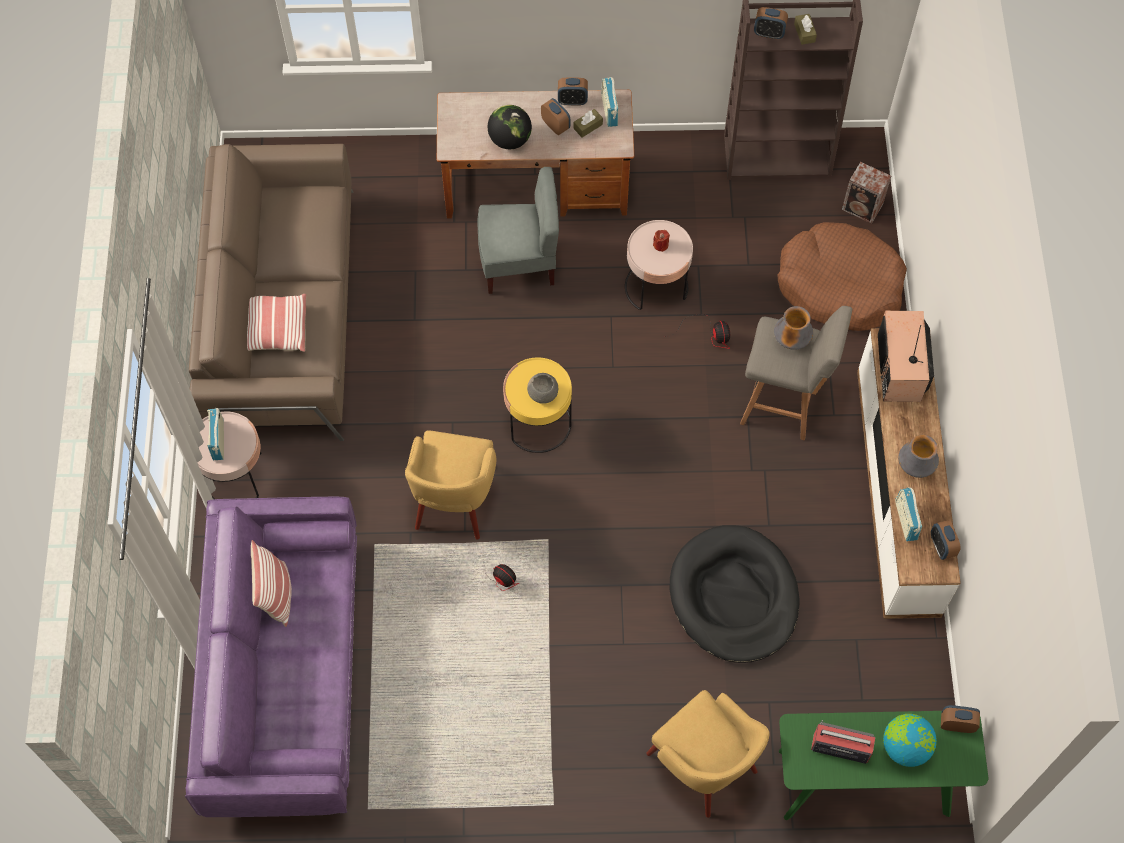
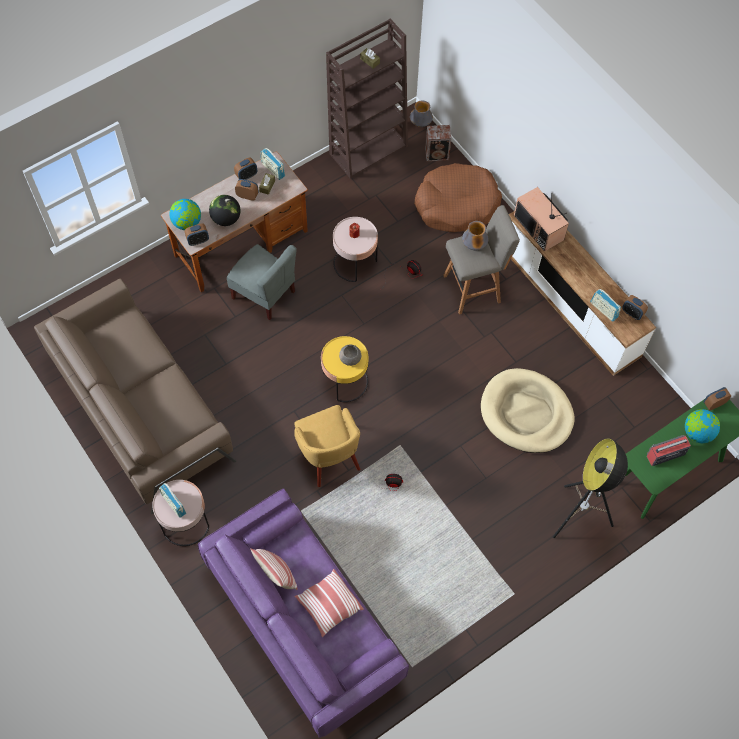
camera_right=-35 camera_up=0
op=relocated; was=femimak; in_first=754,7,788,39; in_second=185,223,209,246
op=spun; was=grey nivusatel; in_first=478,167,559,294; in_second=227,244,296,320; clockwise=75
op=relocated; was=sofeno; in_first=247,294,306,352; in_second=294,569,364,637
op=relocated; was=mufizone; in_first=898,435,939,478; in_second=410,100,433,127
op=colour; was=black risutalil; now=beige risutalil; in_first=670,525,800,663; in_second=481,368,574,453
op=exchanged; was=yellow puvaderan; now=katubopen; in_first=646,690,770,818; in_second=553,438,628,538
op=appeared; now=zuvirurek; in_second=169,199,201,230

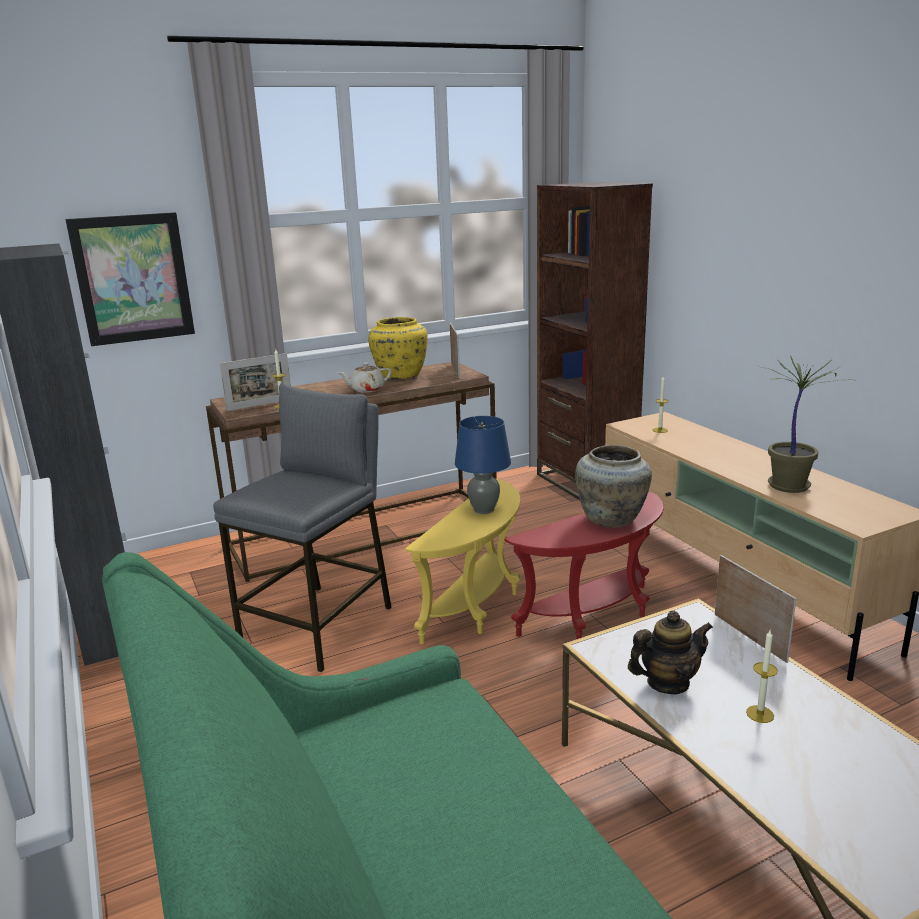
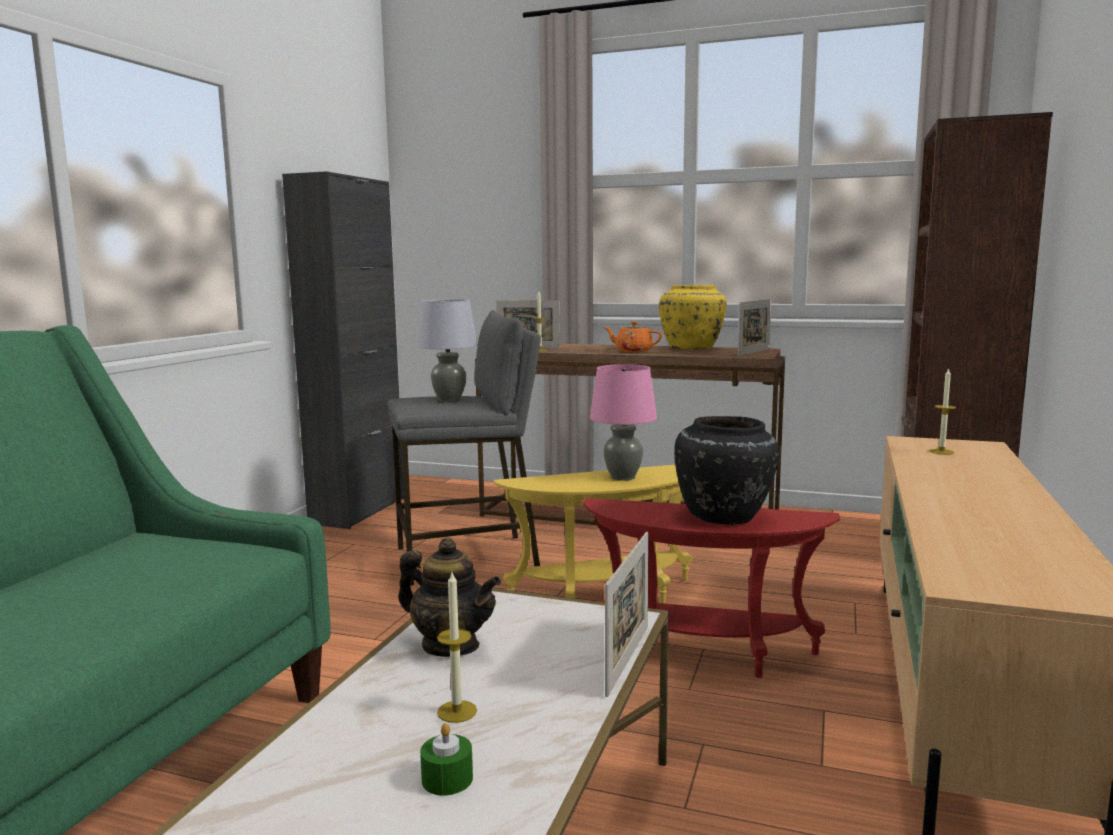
camera_right=45 camera_up=-10
op=missing; was=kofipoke; in_first=65,212,195,346
op=missing; was=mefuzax; in_first=758,355,852,493
op=colour; was=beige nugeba; now=orange nugeba; in_first=338,363,391,392; in_second=603,322,662,352
op=colour; was=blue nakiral; now=pink nakiral; in_first=455,416,511,514; in_second=590,364,657,481
op=colour; was=beige mufizone; now=black mufizone; in_first=575,445,652,528; in_second=674,416,779,525
op=appeared; now=grey nakiral; in_second=417,299,478,402
op=appeared; now=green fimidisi; in_second=420,723,473,796

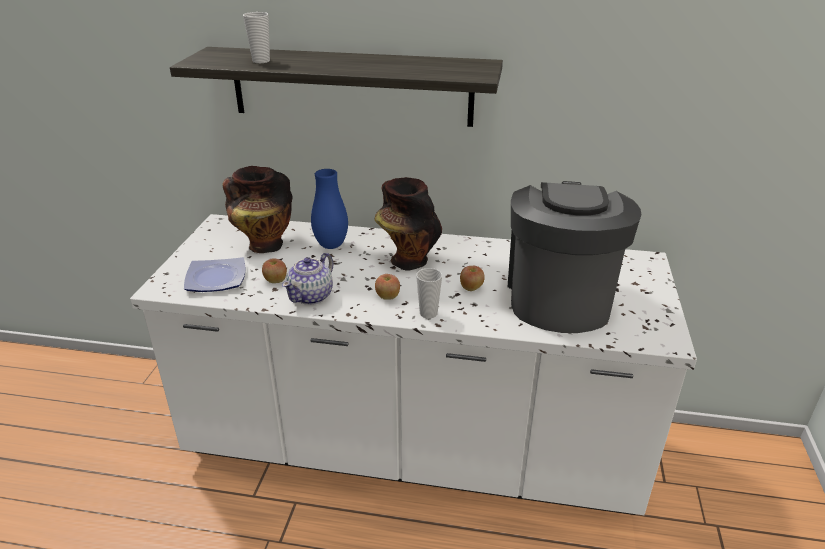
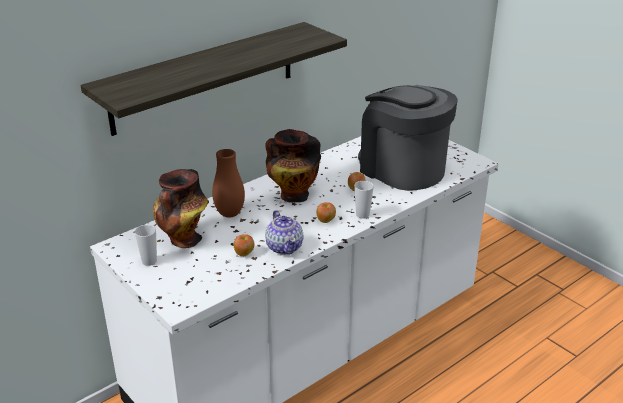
camera_right=-50 camera_up=0
op=relocated; was=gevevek; in_first=243,12,270,63; in_second=134,225,157,266
op=colour; was=blue mufizone; now=brown mufizone; in_first=311,169,348,249; in_second=212,149,245,218
op=missing; was=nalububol; in_first=184,257,246,292

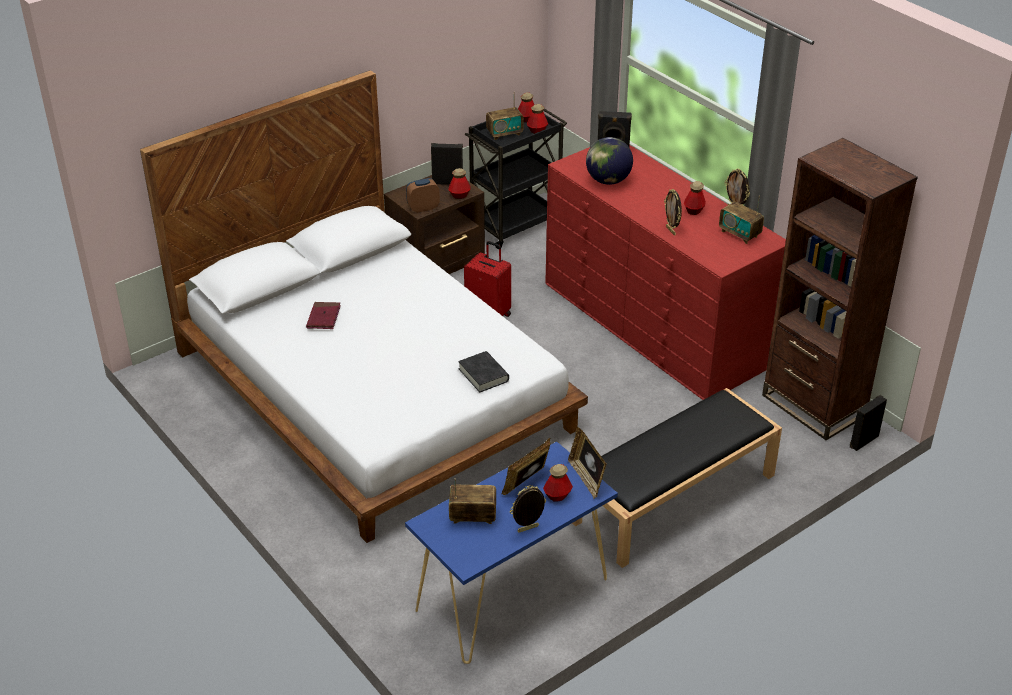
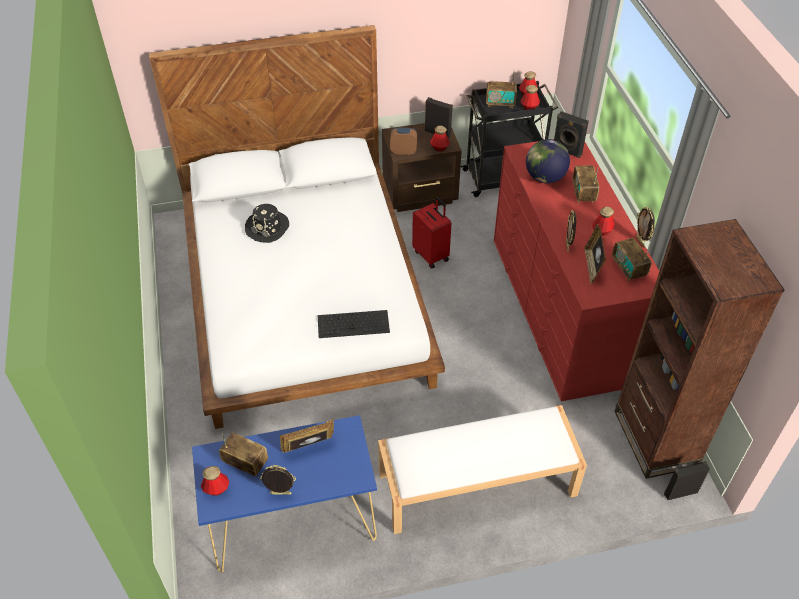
camera_right=25 camera_up=10
op=exchanged; was=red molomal; now=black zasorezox; in_first=306,302,341,329; in_second=245,204,289,243
op=exchanged; was=black molomal; now=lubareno; in_first=458,351,509,393; in_second=318,310,390,338
op=colour; was=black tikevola; now=white tikevola; in_first=572,388,782,568; in_second=378,405,587,534
op=relocated; was=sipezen; in_first=568,427,607,499; in_second=584,224,606,284
op=relocated; was=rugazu; in_first=543,464,573,502; in_second=201,466,229,496
op=appeared; now=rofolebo; in_second=572,165,599,204

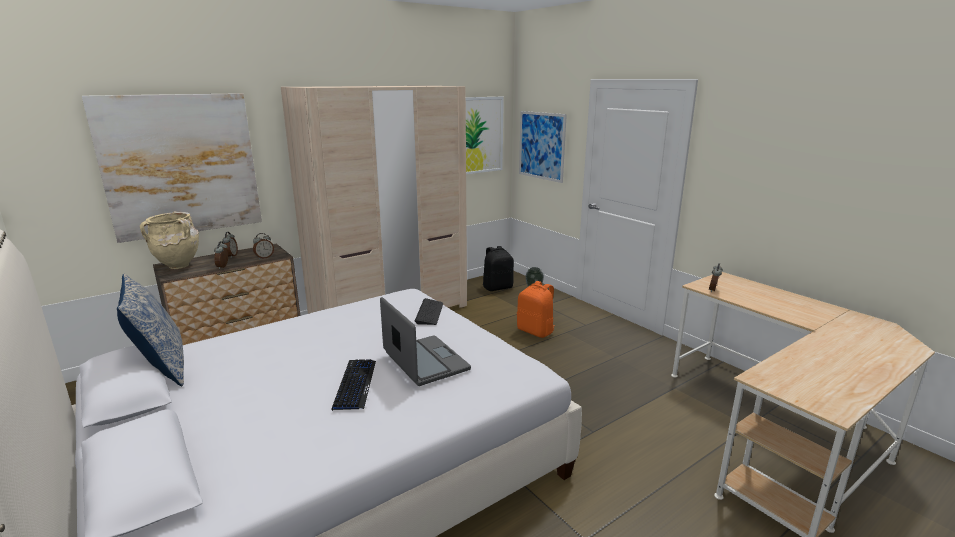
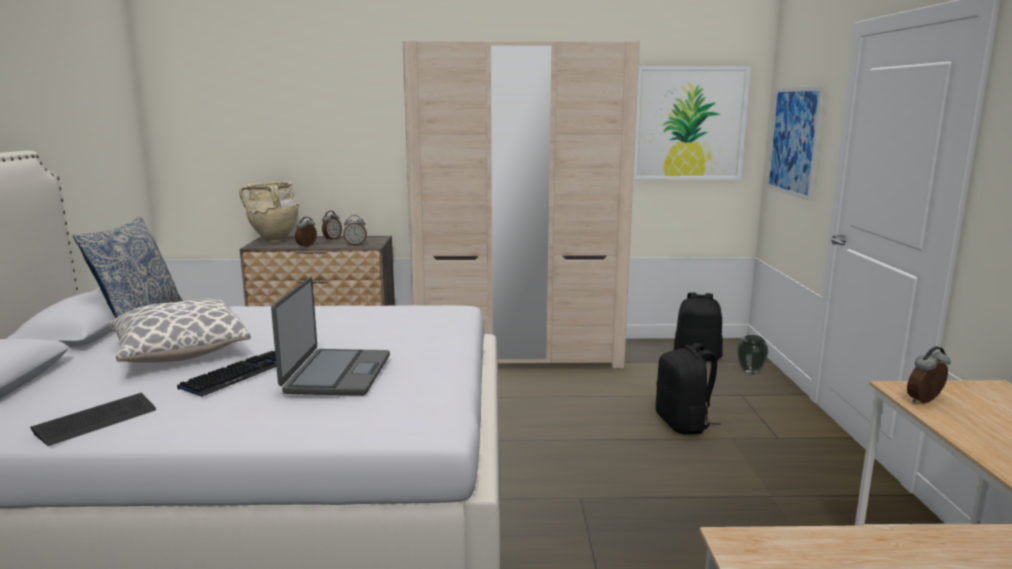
camera_right=35 camera_up=-5
op=missing; was=kofipoke; in_first=82,93,262,243
op=colour; was=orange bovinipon; now=black bovinipon; in_first=517,281,554,338; in_second=656,343,721,435
op=relocated; was=lubareno; in_first=415,298,443,325; in_second=30,393,156,446
op=appeared; now=sofeno; in_second=108,298,251,363

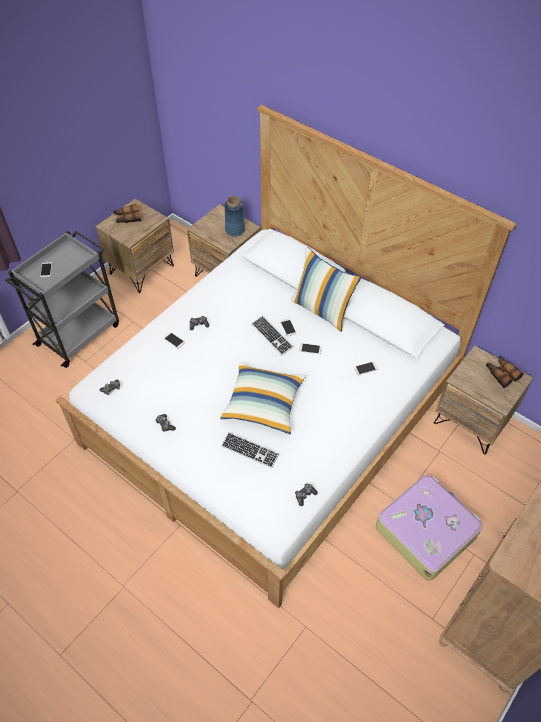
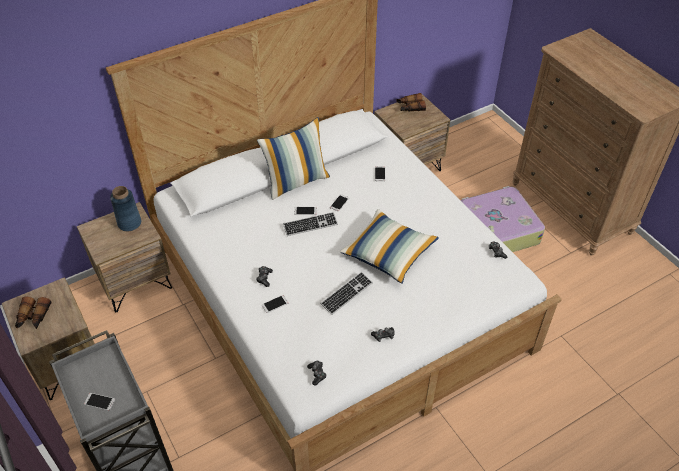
camera_right=-70 camera_up=-5
op=relocated; was=lubareno; in_first=221,432,279,468; in_second=320,272,373,315

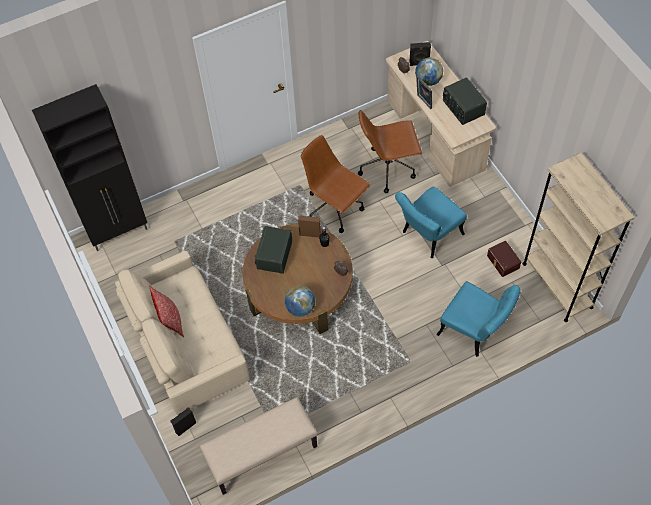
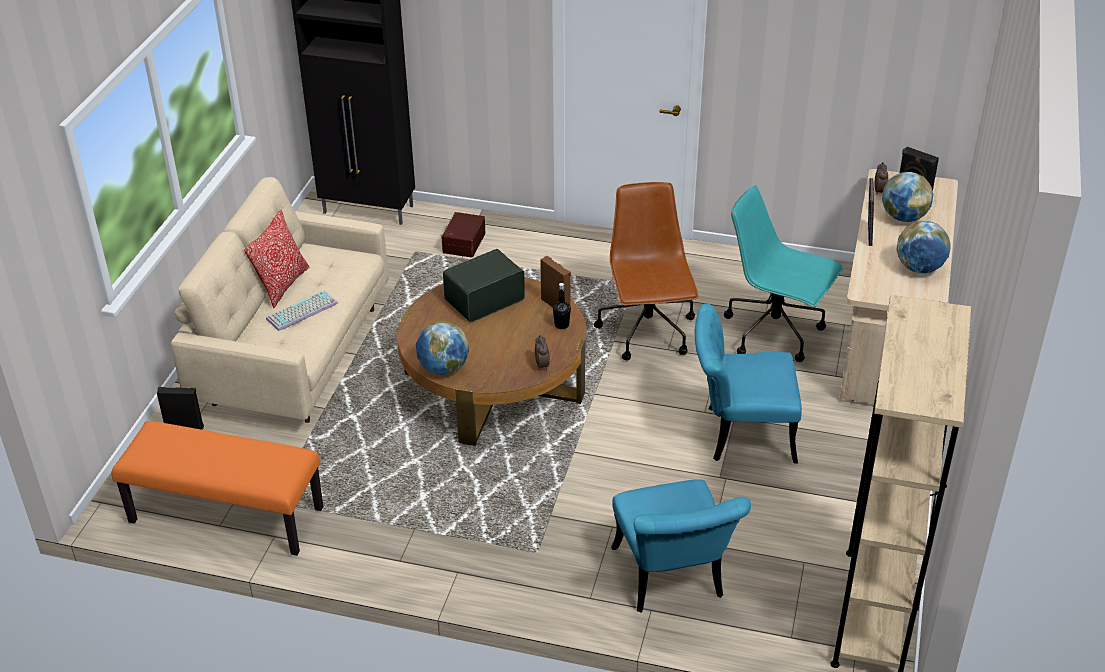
camera_right=40 camera_up=-20
op=exchanged; was=rofolebo; now=zuvirurek; in_first=443,77,487,125; in_second=897,221,951,273
op=colour; was=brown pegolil; now=turquoise pegolil; in_first=358,110,422,193; in_second=724,186,844,362
op=relocated; was=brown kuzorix; in_first=487,241,521,277; in_second=441,212,485,258
op=colour; was=beige tikevola; now=orange tikevola; in_first=200,397,318,495; in_second=111,421,323,556
op=appeared; now=lubareno; in_second=266,290,338,331

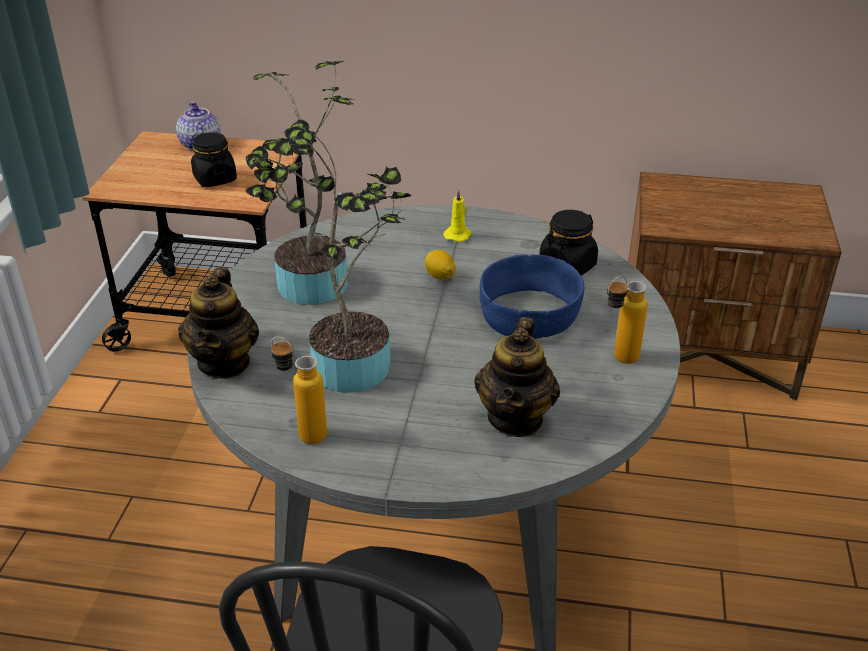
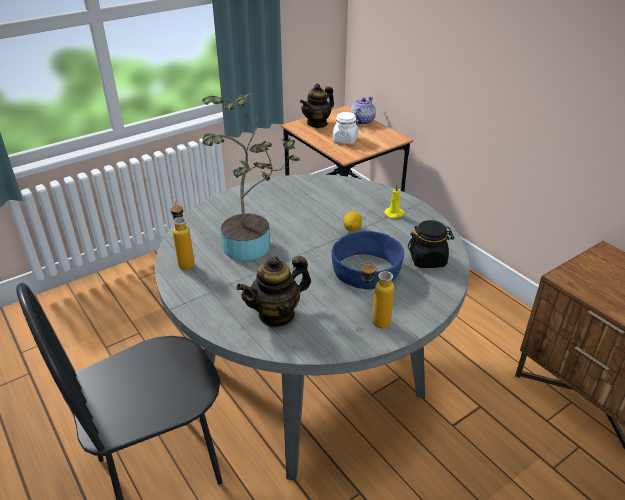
camera_right=45 camera_up=0
op=missing; was=mefuzax; in_first=246,61,355,305
op=colour; was=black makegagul; now=white makegagul; in_first=191,132,237,187; in_second=333,112,358,144
op=relocated; was=nugeba; in_first=178,267,259,379; in_second=300,83,334,128

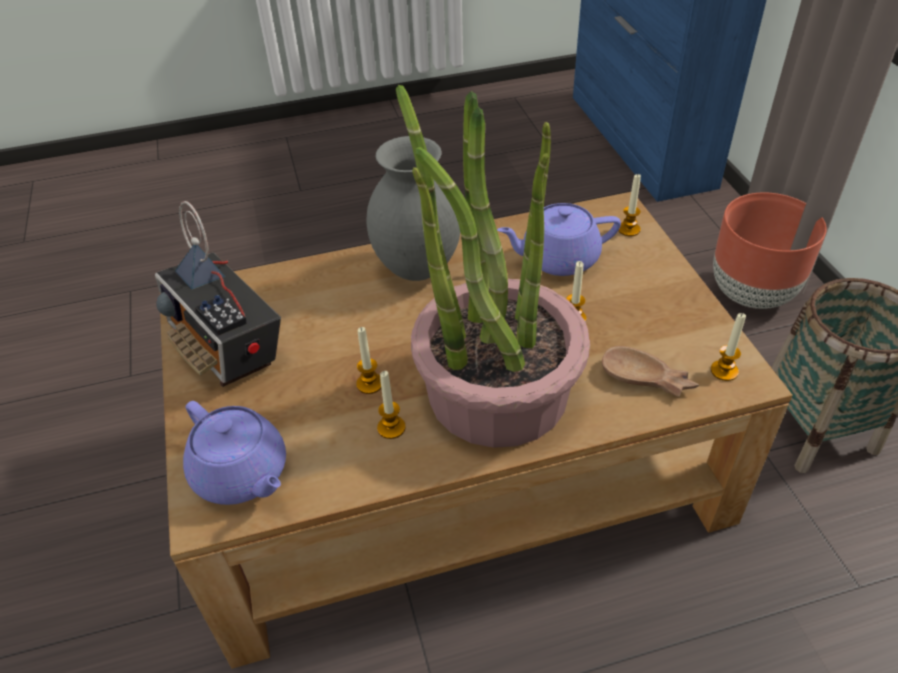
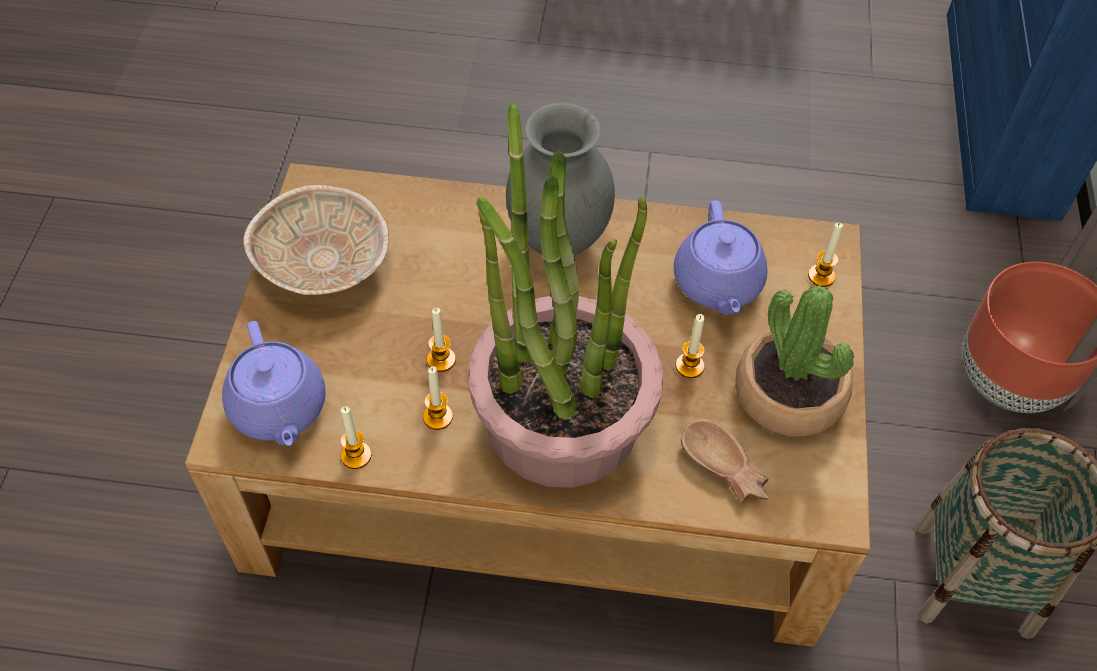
camera_right=20 camera_up=10
op=exchanged; was=rofolebo; now=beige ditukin; in_first=155,201,281,387; in_second=243,185,389,295
op=spun; was=purple nugeba; in_first=497,203,621,276; in_second=674,200,767,315; clockwise=-105
op=relocated; was=fimidisi; in_first=711,313,746,381; in_second=340,407,372,469
op=appeared; now=mefuzax; in_second=735,285,854,437

